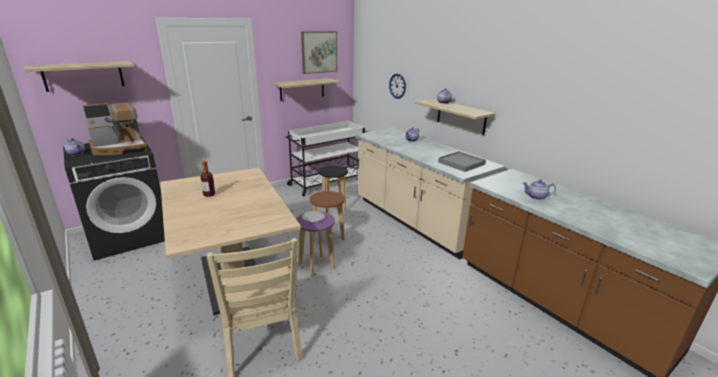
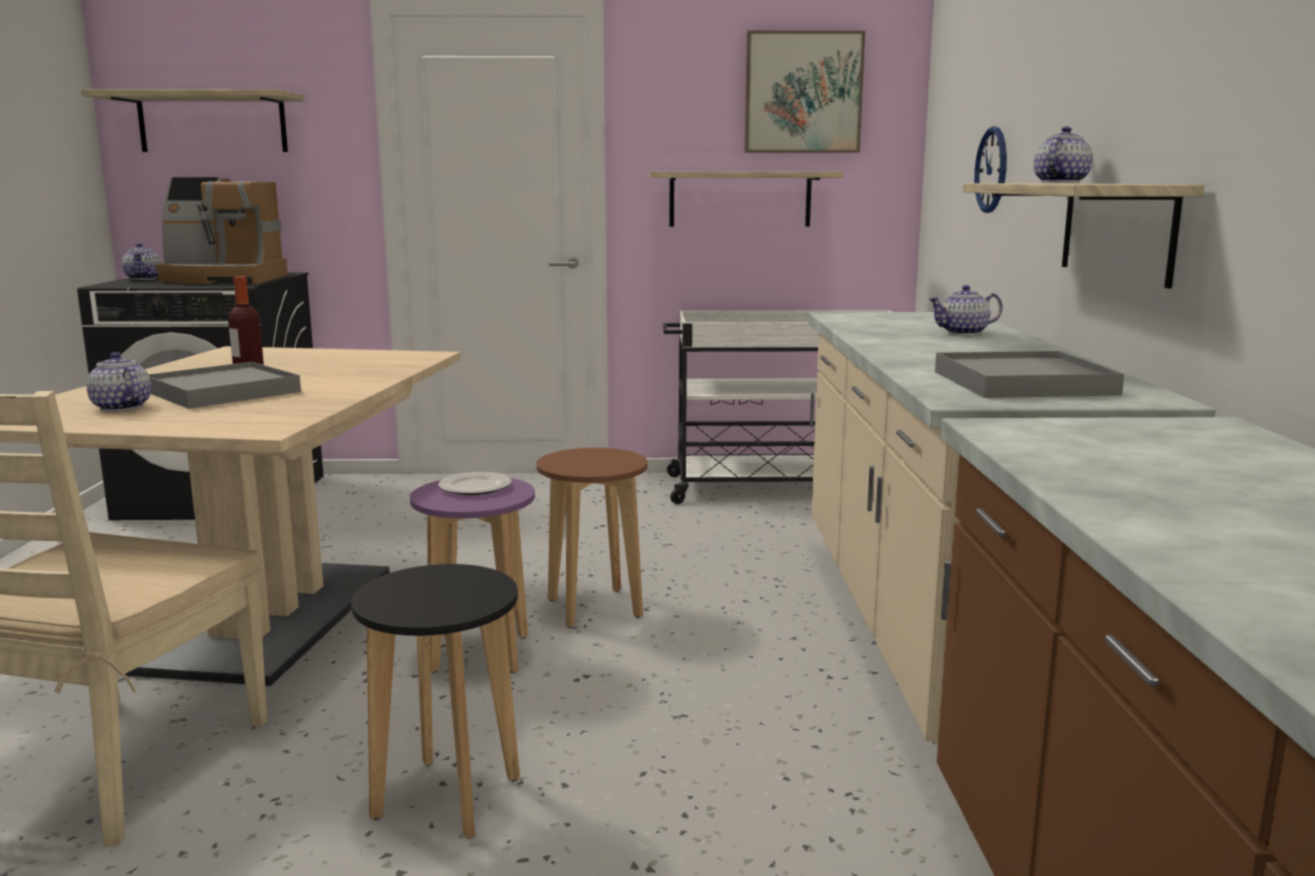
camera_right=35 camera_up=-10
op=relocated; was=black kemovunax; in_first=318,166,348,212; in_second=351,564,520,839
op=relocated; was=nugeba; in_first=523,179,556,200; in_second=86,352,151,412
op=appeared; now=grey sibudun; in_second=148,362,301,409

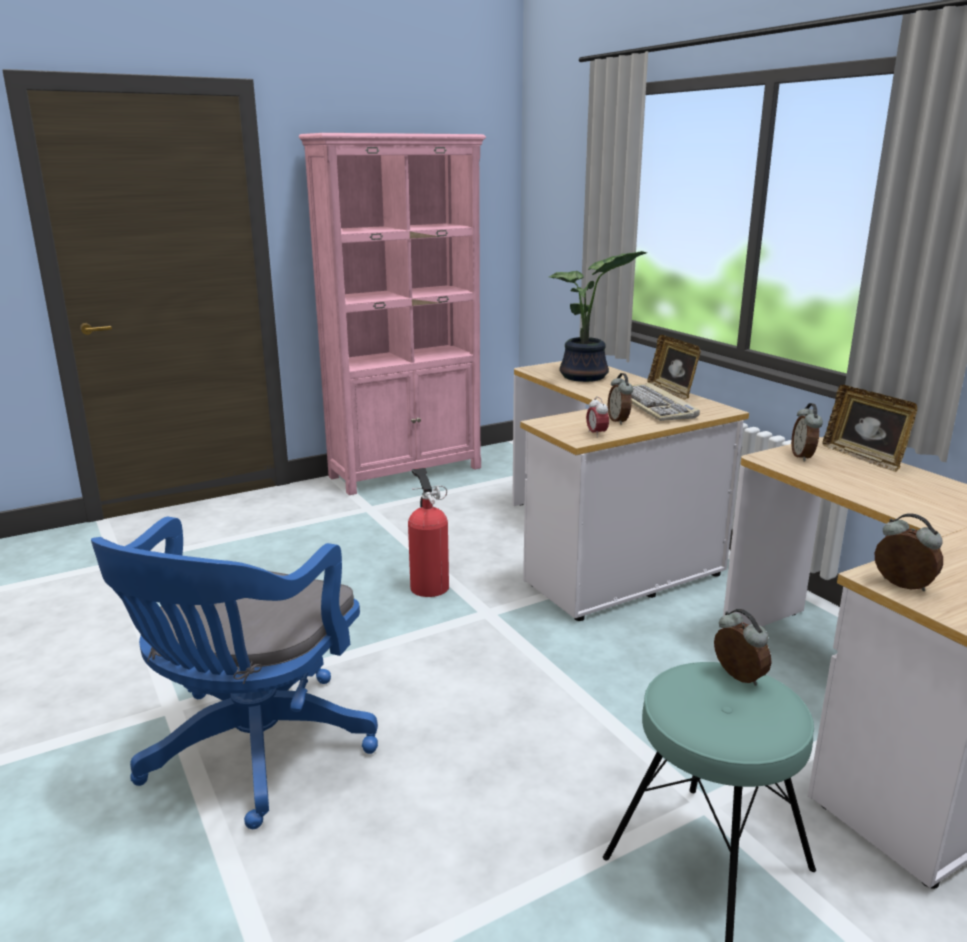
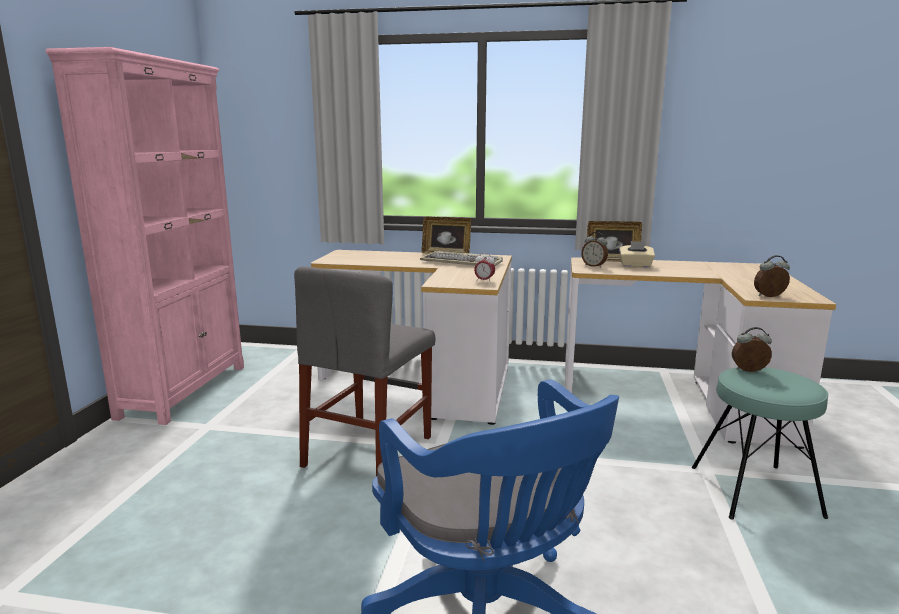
camera_right=-50 camera_up=-5
op=missing; was=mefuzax; in_first=549,251,647,382
op=missing; was=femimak; in_first=608,373,633,425
op=exchanged; was=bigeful; now=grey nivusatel; in_first=408,468,449,597; in_second=294,266,435,476
op=appeared; now=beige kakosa; in_second=619,241,655,268

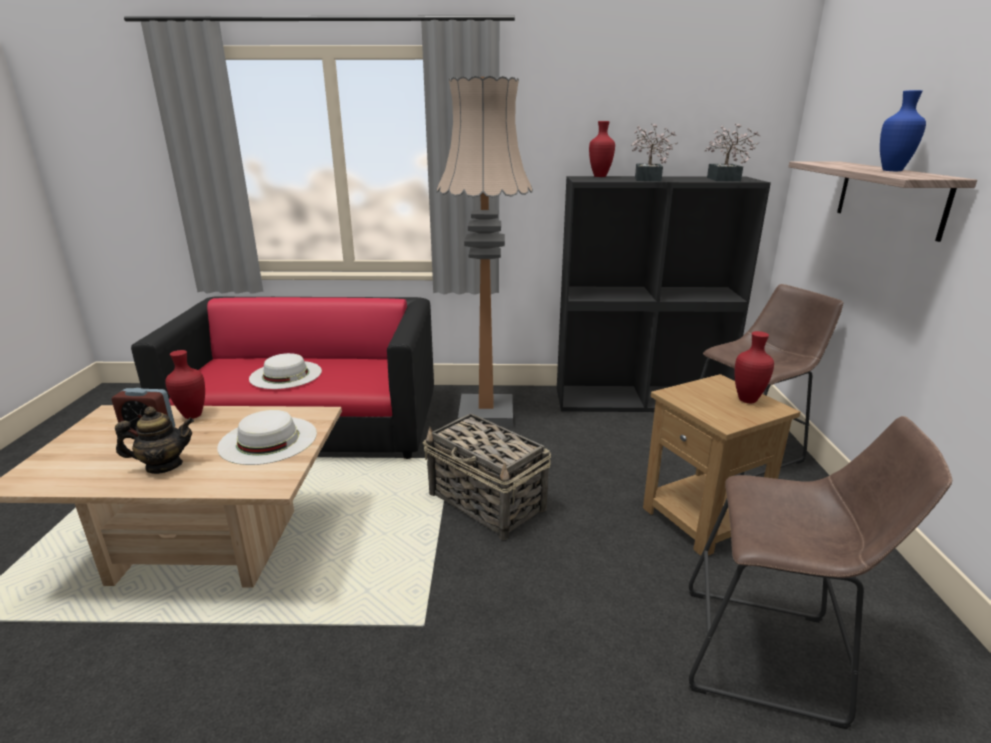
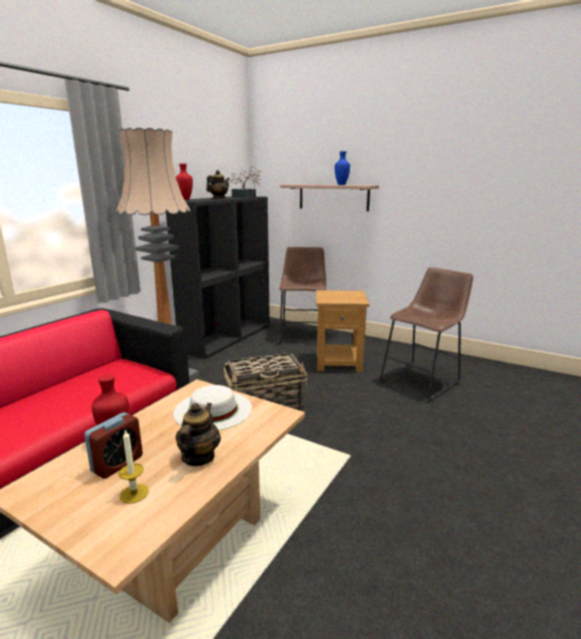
camera_right=-60 camera_up=-5
op=exchanged; was=mefuzax; now=nugeba; in_first=631,123,678,181; in_second=206,170,230,199
op=missing; was=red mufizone; in_first=735,331,774,403
op=missing; was=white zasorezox; in_first=249,353,322,389
op=appeared; now=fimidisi; in_second=118,429,149,504

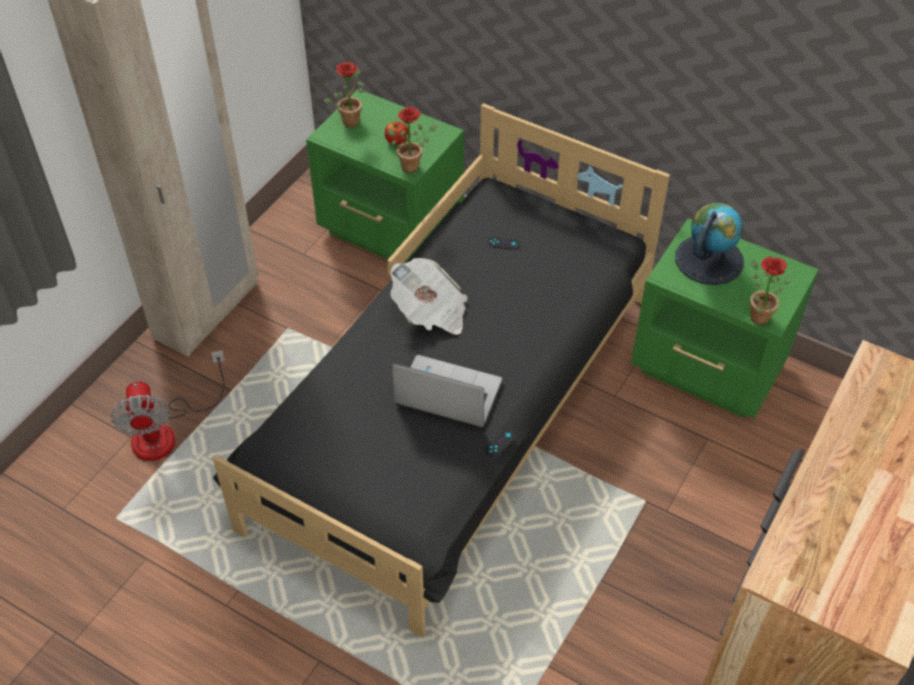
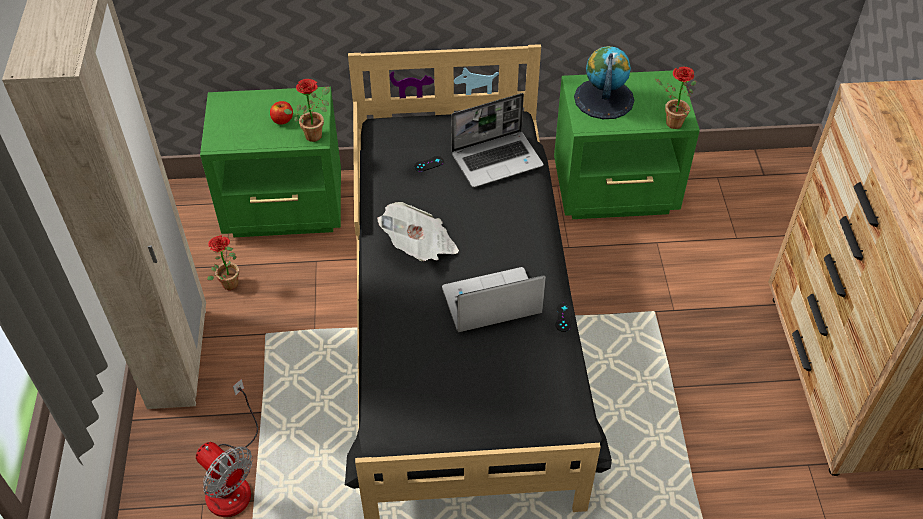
camera_right=-35 camera_up=0
op=relocated; was=mefuzax; in_first=324,62,365,127; in_second=207,235,239,290
op=appeared; now=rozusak; in_second=451,93,543,187

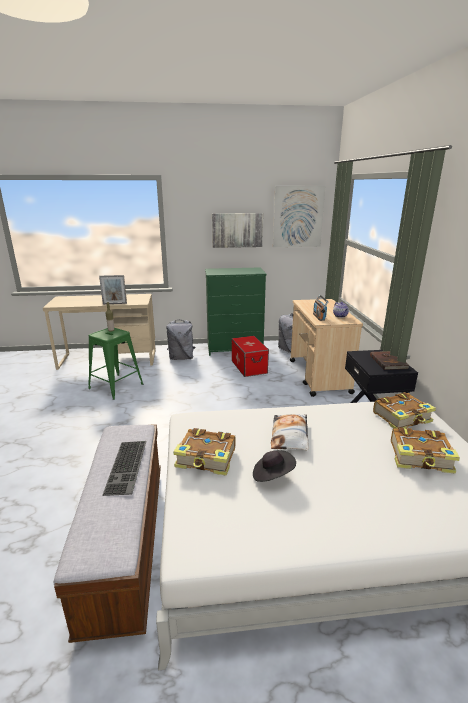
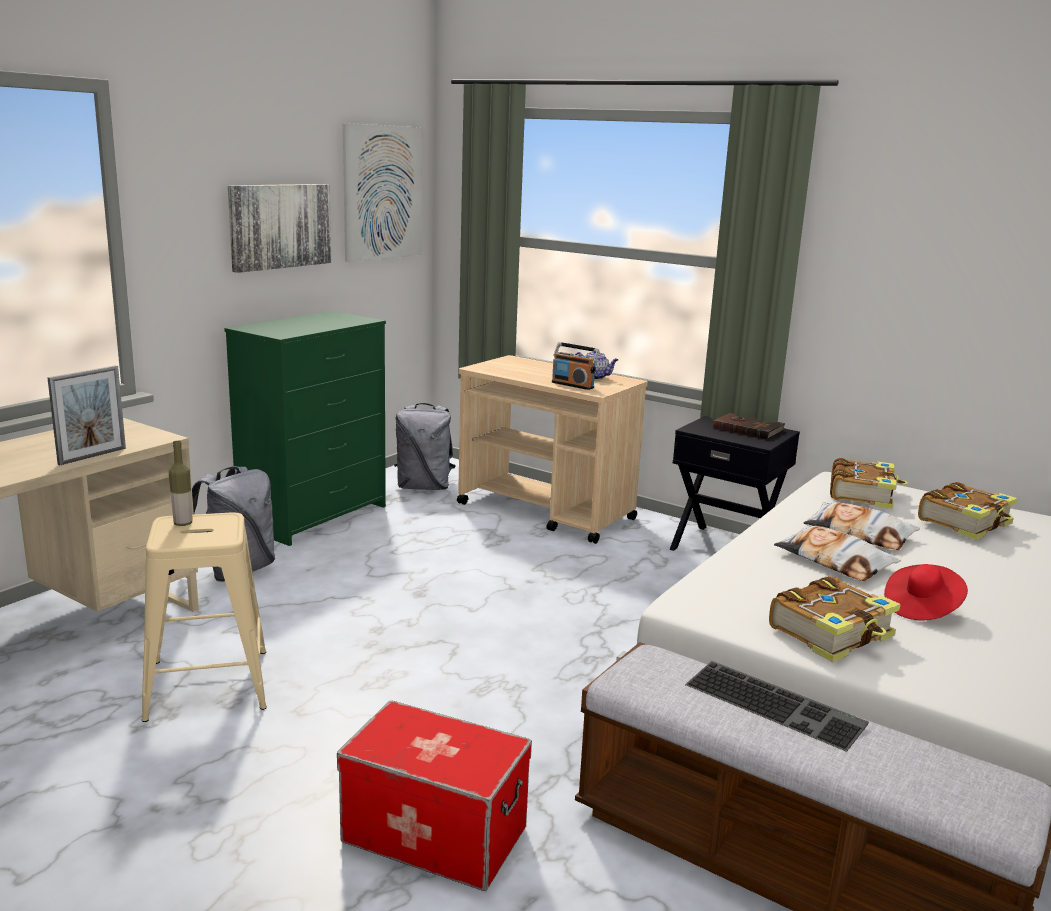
camera_right=-50 camera_up=-5
op=colour; was=green kemovunax; now=beige kemovunax; in_first=88,328,143,400; in_second=142,513,267,722
op=relocated; was=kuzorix; in_first=231,336,269,377; in_second=337,700,532,891
op=colour; was=black zasorezox; now=red zasorezox; in_first=253,450,296,482; in_second=884,564,968,620
op=appeared; now=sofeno; in_second=804,502,920,550

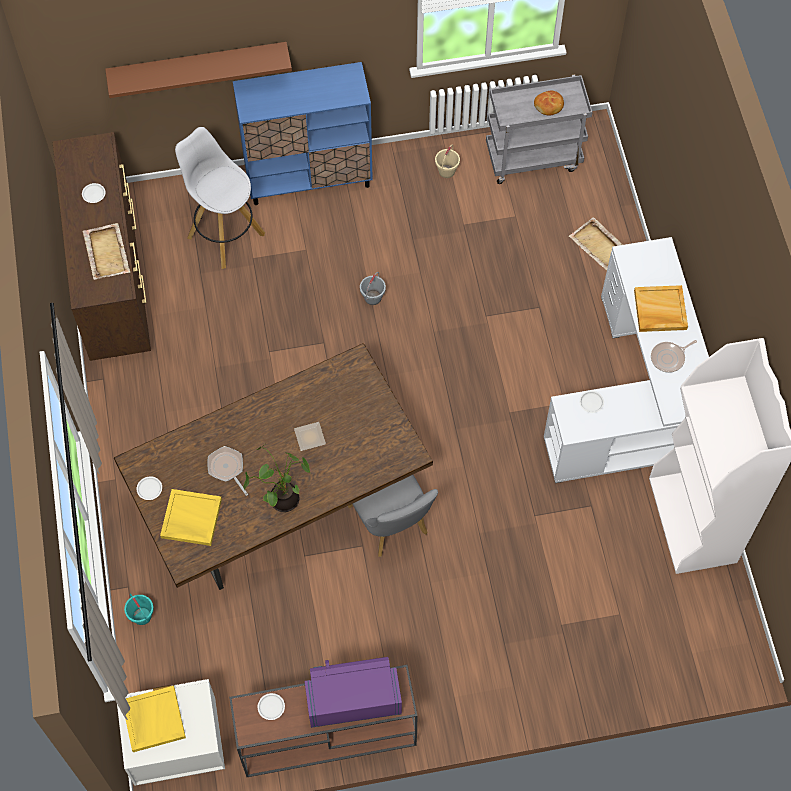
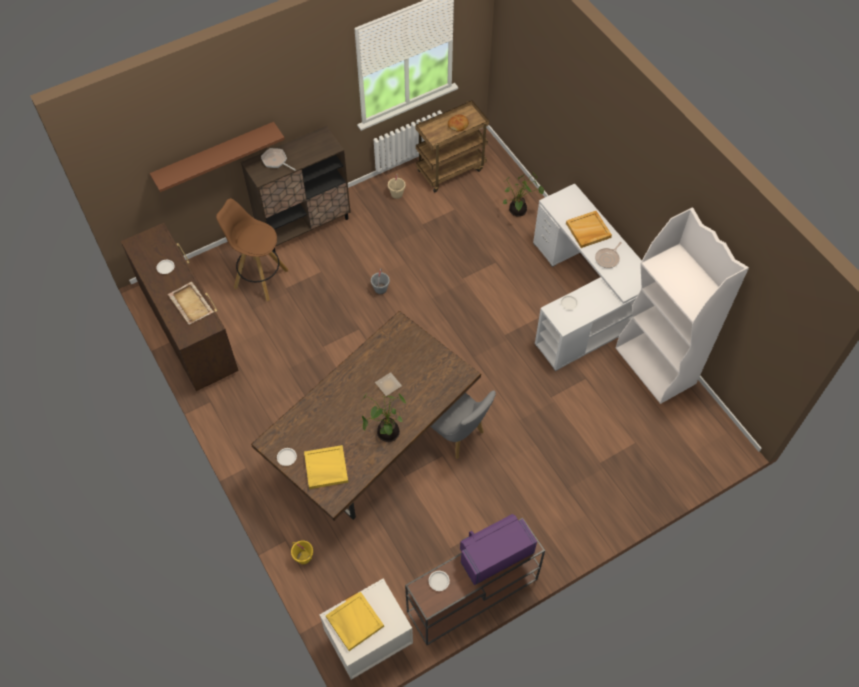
camera_right=-20 camera_up=-5
op=colour; was=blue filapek; now=brown filapek; in_first=233,62,373,205; in_second=241,126,351,252
op=colour; was=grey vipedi; now=brown vipedi; in_first=486,75,593,184; in_second=415,101,489,192
op=colour; was=white kemovunax; now=brown kemovunax; in_first=175,127,265,269; in_second=216,198,288,301
op=exchanged; was=beige sibudun; now=mefuzax; in_first=569,217,623,270; in_second=503,172,544,217
op=relocated; was=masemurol; in_first=207,446,248,496; in_second=261,148,296,171
op=colour; was=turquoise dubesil; now=yellow dubesil; in_first=124,594,154,625; in_second=291,541,313,564

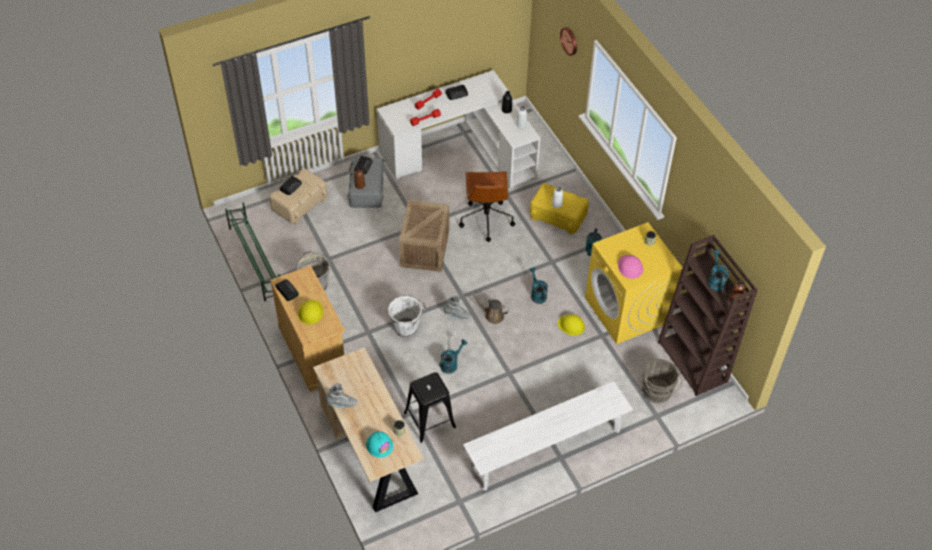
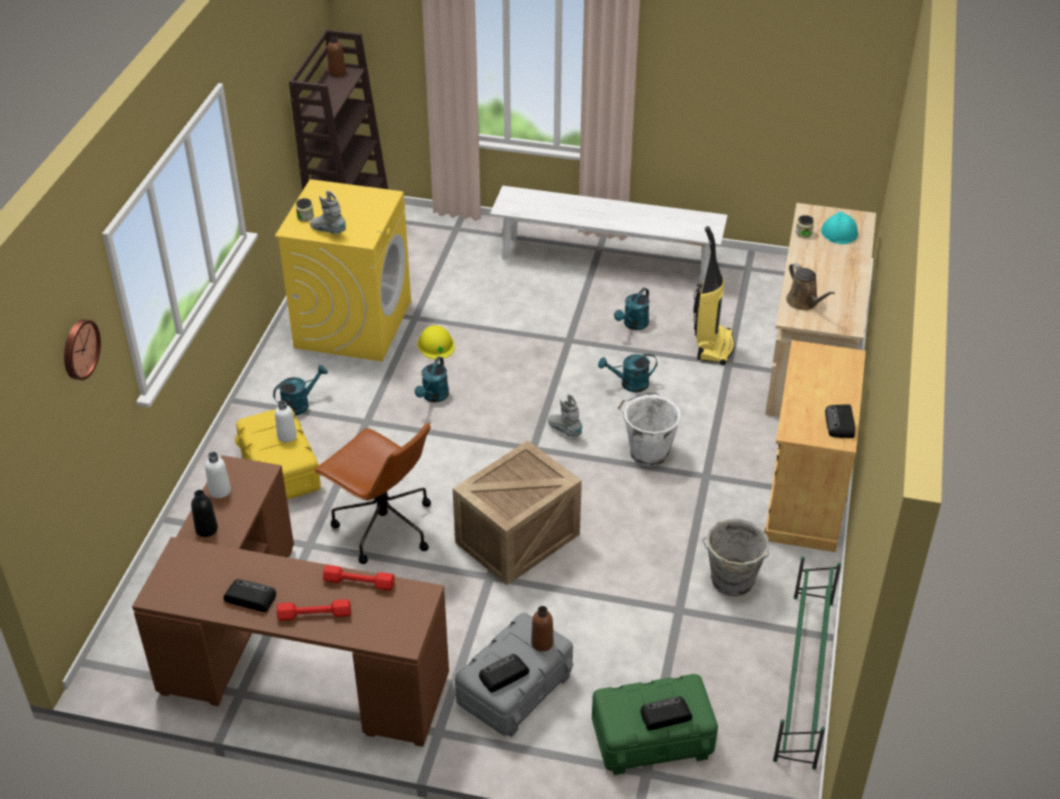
camera_right=-140 camera_up=-10
op=colour; was=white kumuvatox; now=brown kumuvatox; in_first=377,70,540,188; in_second=132,455,449,747
op=colour; was=beige kuzorix; now=green kuzorix; in_first=269,169,327,224; in_second=592,674,718,775
op=spun; was=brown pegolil; in_first=459,171,515,242; in_second=313,422,431,564; clockwise=90
op=relocated; was=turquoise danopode; in_first=708,250,729,292; in_second=614,288,650,330
op=missing; was=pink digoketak; in_first=618,255,643,279
op=relocated; was=brown danopode; in_first=470,293,509,324; in_second=786,263,835,310
op=missing; was=yellow digoketak; in_first=298,300,323,325
op=missing; was=grey dubesil; in_first=642,359,682,403
op=exchanged; was=black kemovunax; now=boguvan; in_first=404,372,456,443; in_second=693,226,734,365
op=relocated; was=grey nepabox; in_first=326,383,358,408; in_second=310,191,346,234

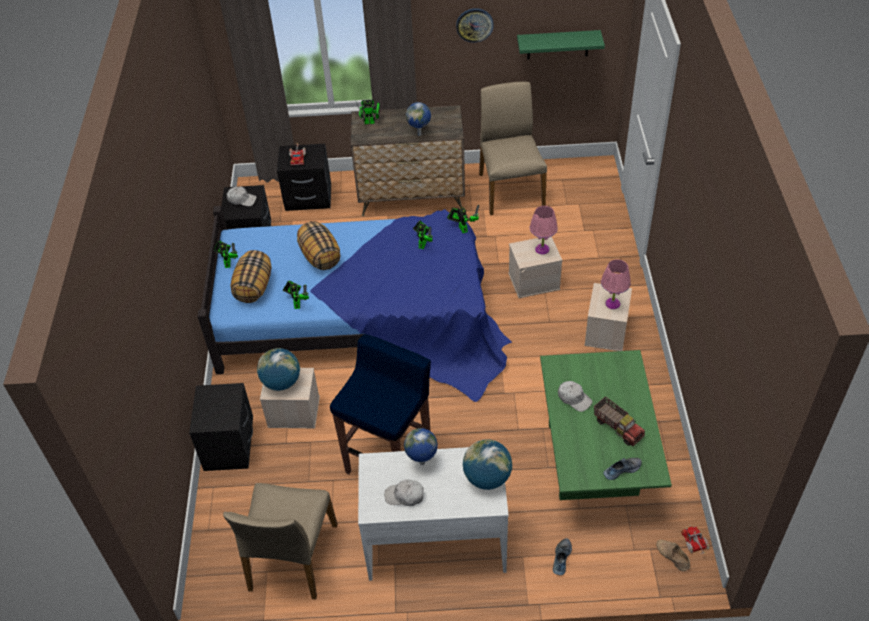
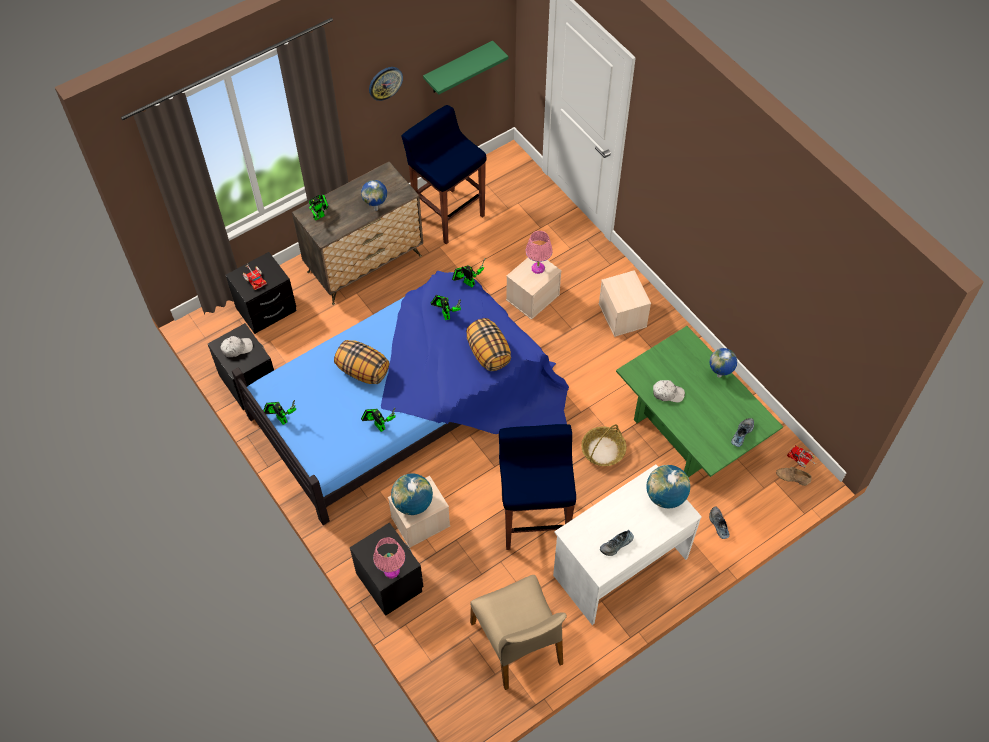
camera_right=-35 camera_up=10
op=exchanged; was=beige nivusatel; now=blue kemovunax; in_first=479,82,547,215; in_second=402,105,486,244
op=relocated; was=sofeno; in_first=231,250,271,303; in_second=466,318,511,371
op=relocated; was=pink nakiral; in_first=601,259,631,309; in_second=373,537,405,579
op=missing; was=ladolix; in_first=594,396,645,446
op=relocated; was=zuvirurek; in_first=404,428,438,465; in_second=709,348,737,378
op=exchanged; was=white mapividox; now=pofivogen; in_first=384,479,424,506; in_second=600,530,634,556
op=appeared; now=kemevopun; in_second=581,424,626,466

